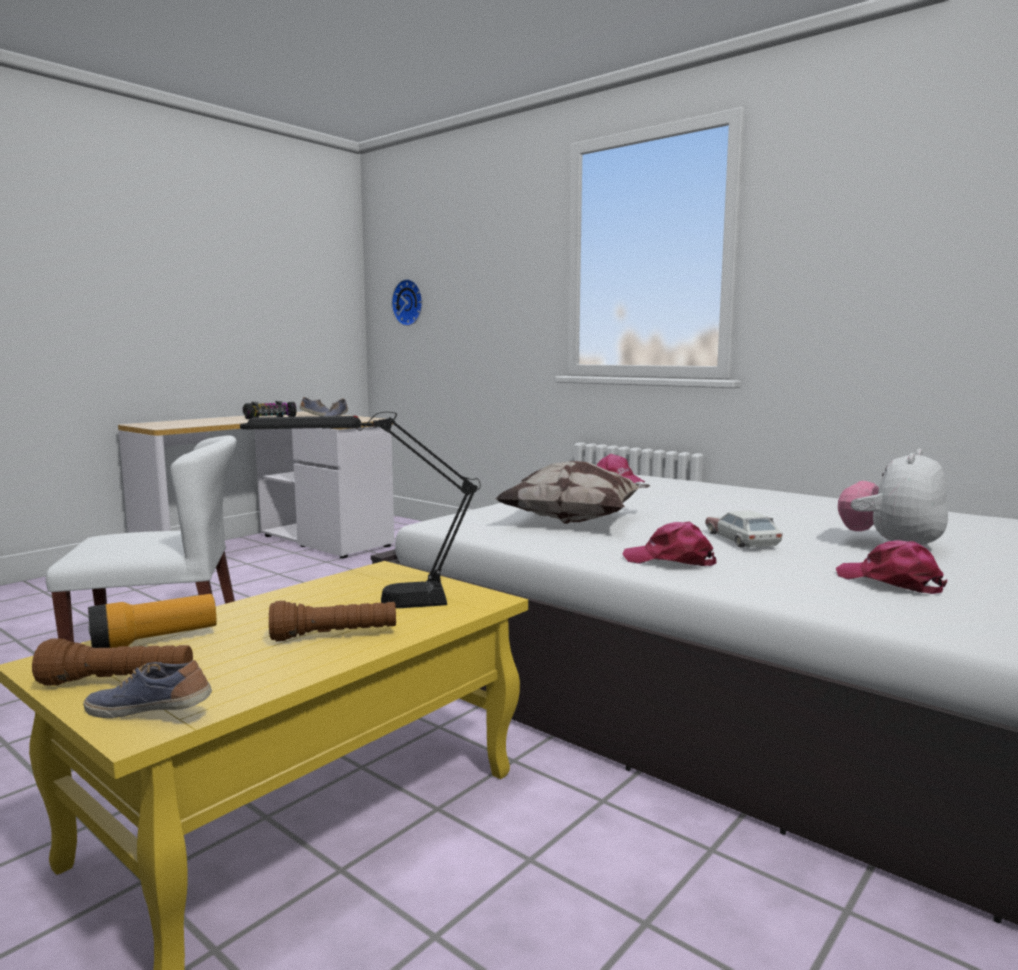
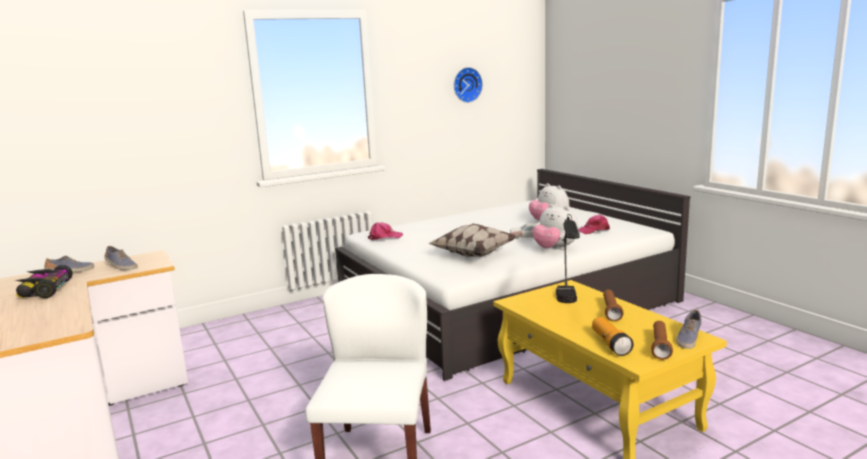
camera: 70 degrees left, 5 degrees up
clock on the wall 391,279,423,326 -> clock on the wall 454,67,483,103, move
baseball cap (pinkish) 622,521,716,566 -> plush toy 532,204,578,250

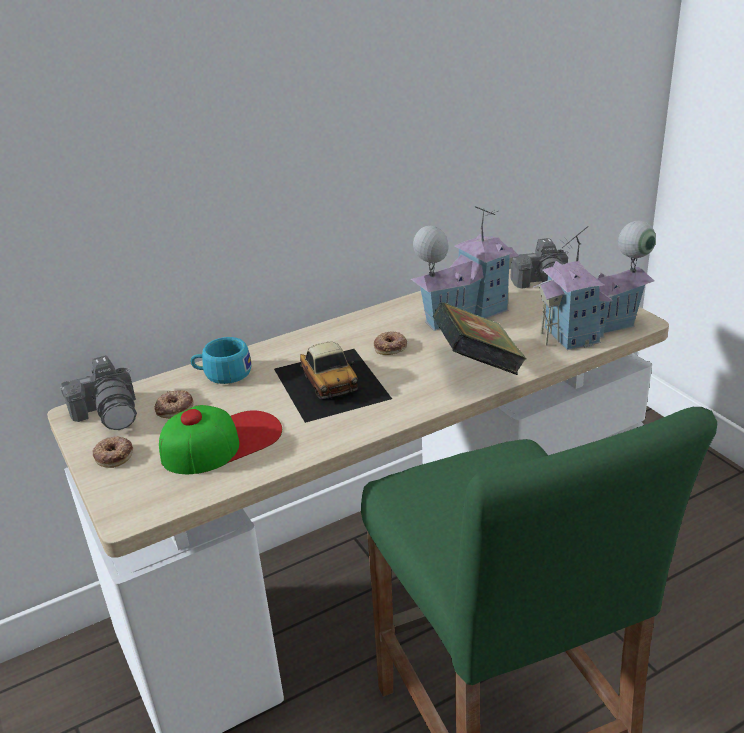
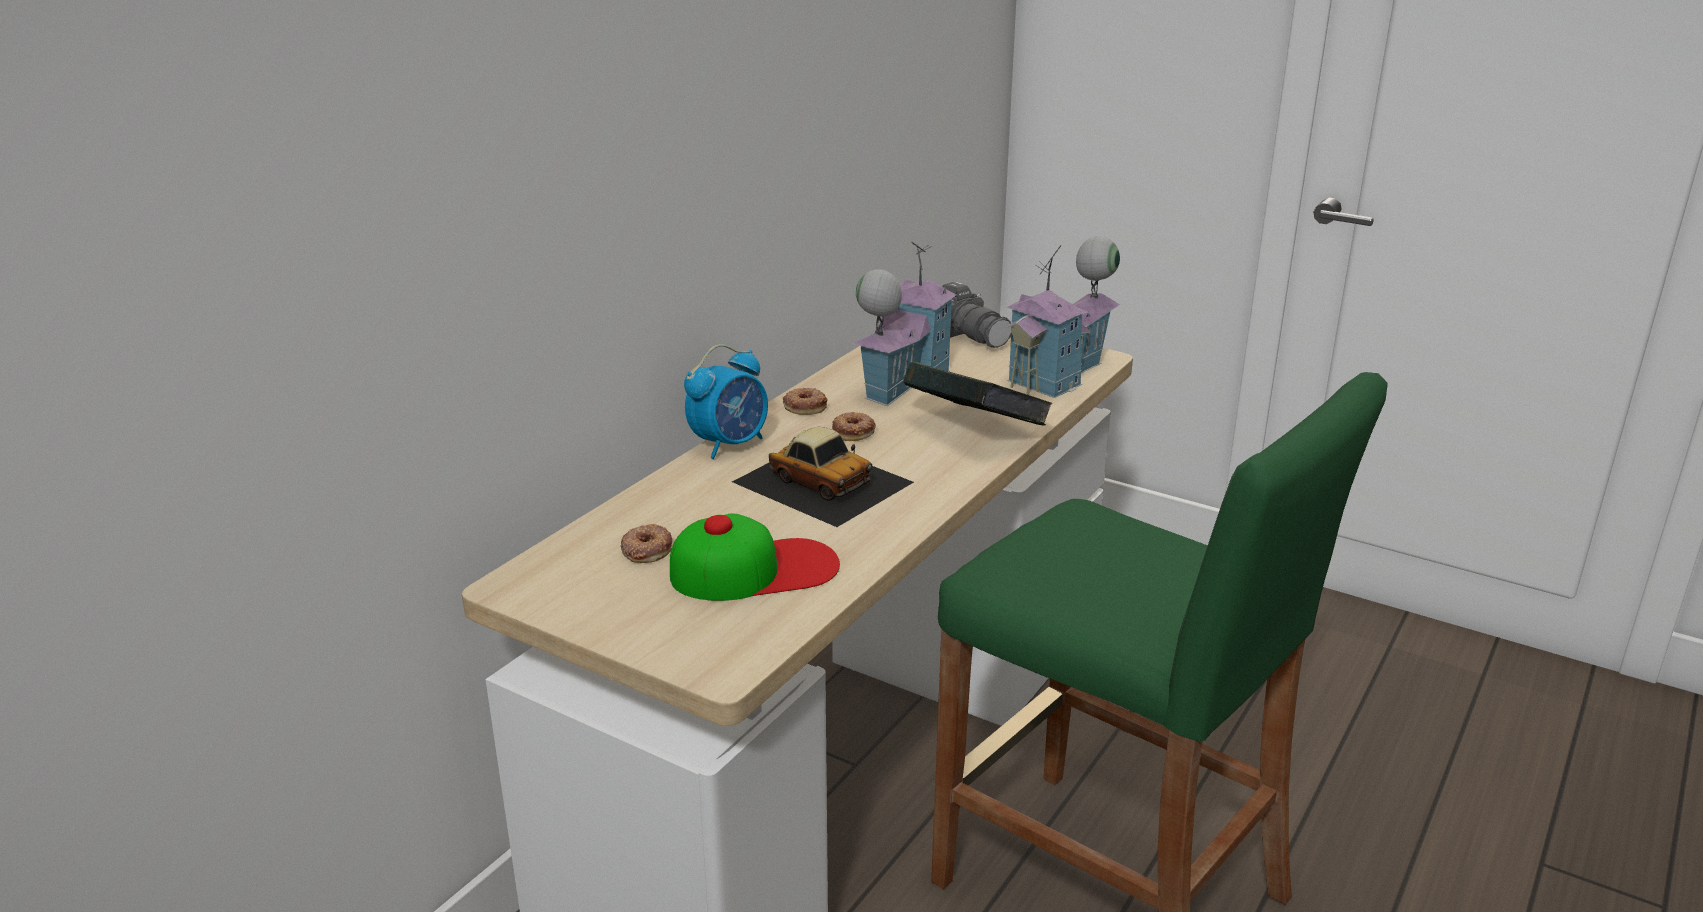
camera: 30 degrees left, 5 degrees down
baseball cap 159,405,282,474 -> baseball cap 670,513,840,601, 45 degrees clockwise
none -> table clock 684,344,768,459
donut 93,436,133,468 -> donut 783,388,827,415, move
photo camera 60,356,137,430 -> none
small cup (turquoise-coloured) 191,337,252,384 -> none

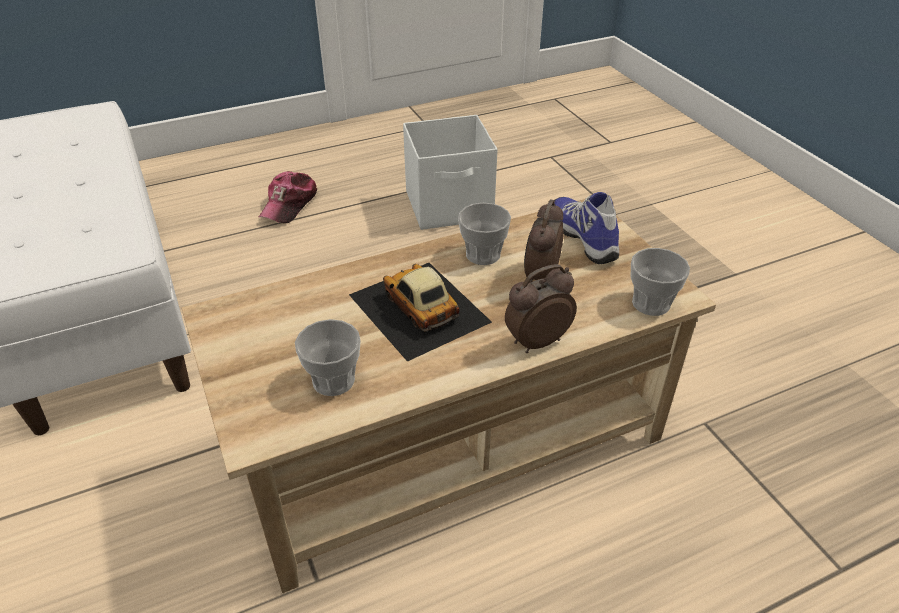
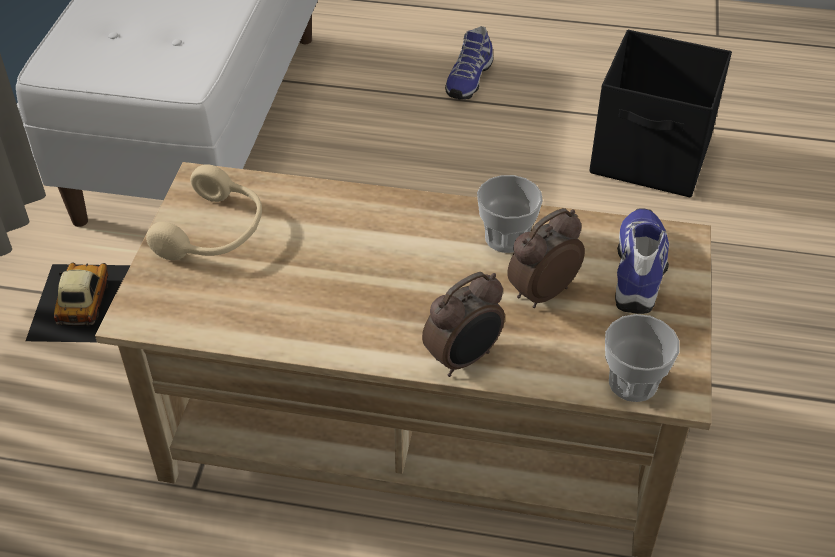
camera: 35 degrees right, 5 degrees up
toy car 349,263,492,362 -> toy car 25,263,130,342, move
none -> headset (beige-coloured) 146,164,262,260
table clock 505,264,577,353 -> table clock 422,272,505,377, 135 degrees clockwise
baseball cap 259,171,317,223 -> low shoe 445,26,493,100
storage container (whitish) 403,115,498,230 -> storage container (blackish) 590,30,732,197
small cup 295,319,361,396 -> none

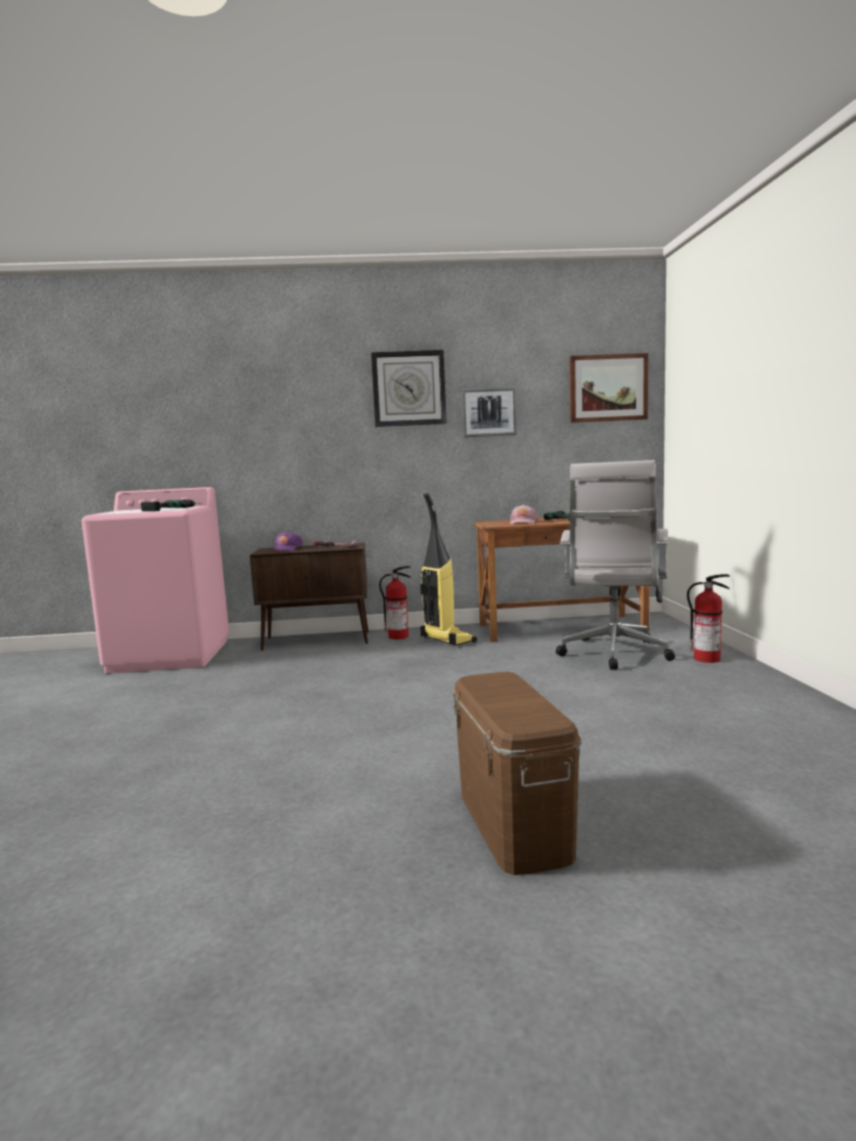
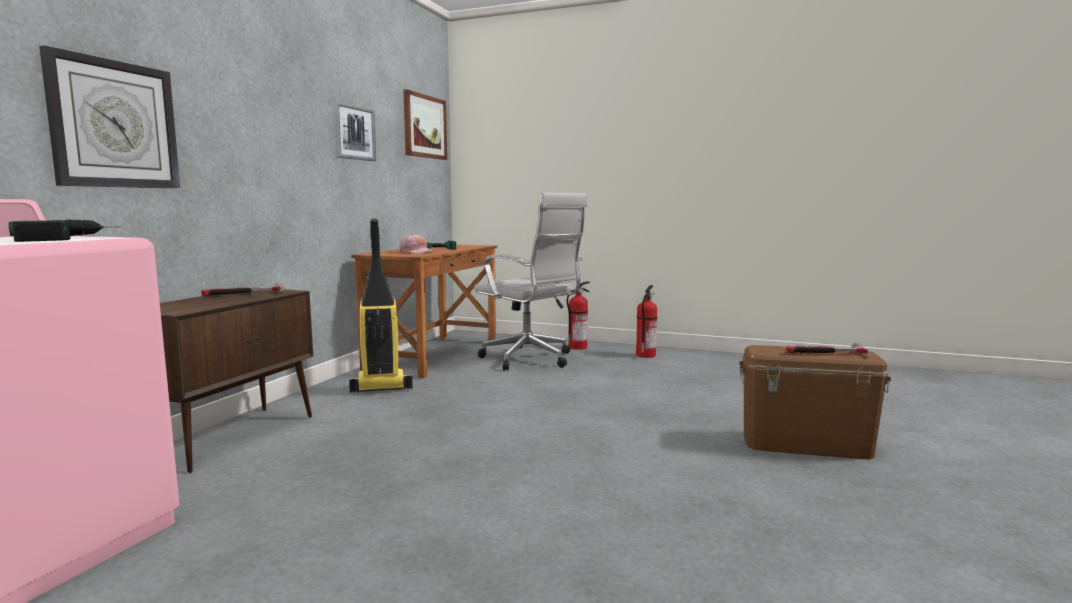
camera: 65 degrees left, 0 degrees up
clock on the wall 371,350,447,427 -> clock on the wall 39,45,180,189, move
fire-fighting cylinder 379,566,411,639 -> fire-fighting cylinder 636,285,657,358, move
none -> hand hammer 786,342,872,356
baseball cap (purple) 271,531,303,551 -> none

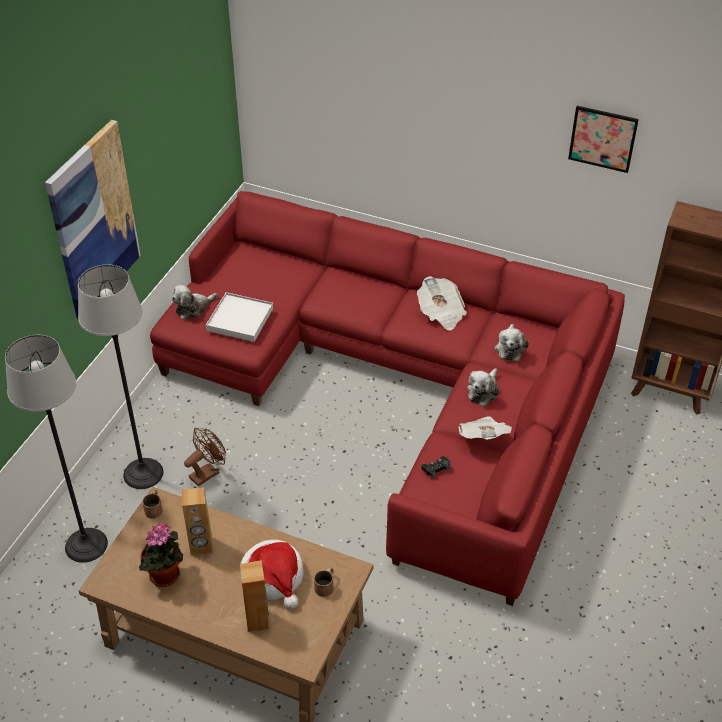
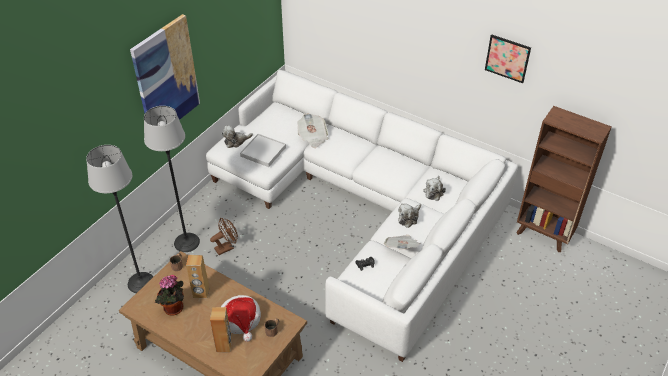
camera: 10 degrees right, 0 degrees up
couch (red-coloured) 150,191,625,606 -> couch (whitish) 206,70,518,362
daily paper 417,276,467,331 -> daily paper 297,113,329,148, move

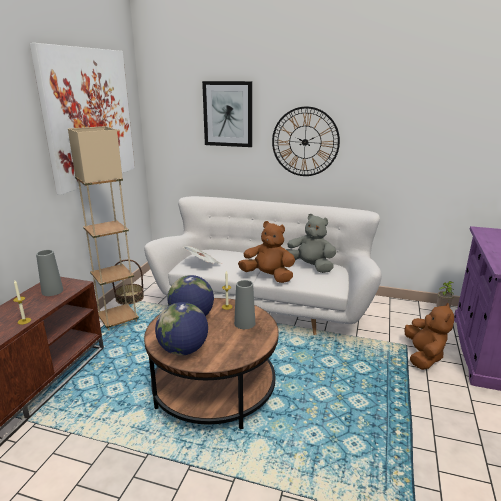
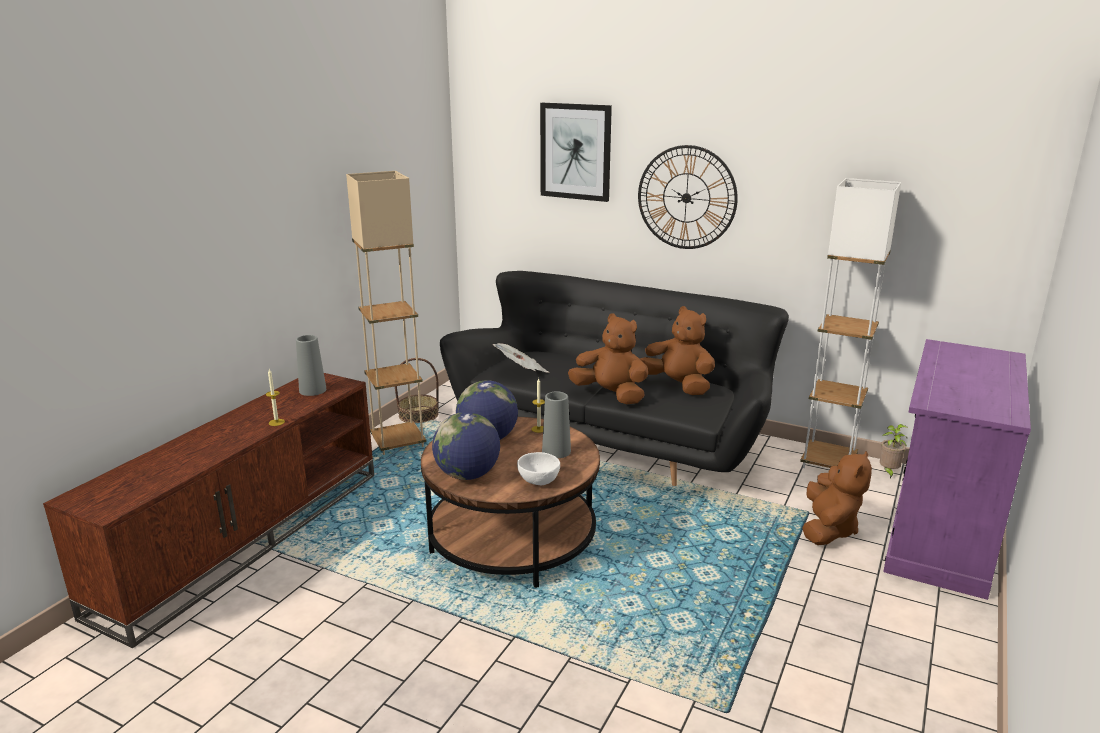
camera: 10 degrees right, 0 degrees up
couch (whitish) 144,196,382,335 -> couch (blackish) 440,271,789,486
none -> bowl (whitish) 517,452,560,485
plush toy (gray) 286,214,336,273 -> plush toy (brownish) 639,306,715,395
none -> floor lamp (whitish) 800,178,901,468
wall picture 30,43,135,195 -> none

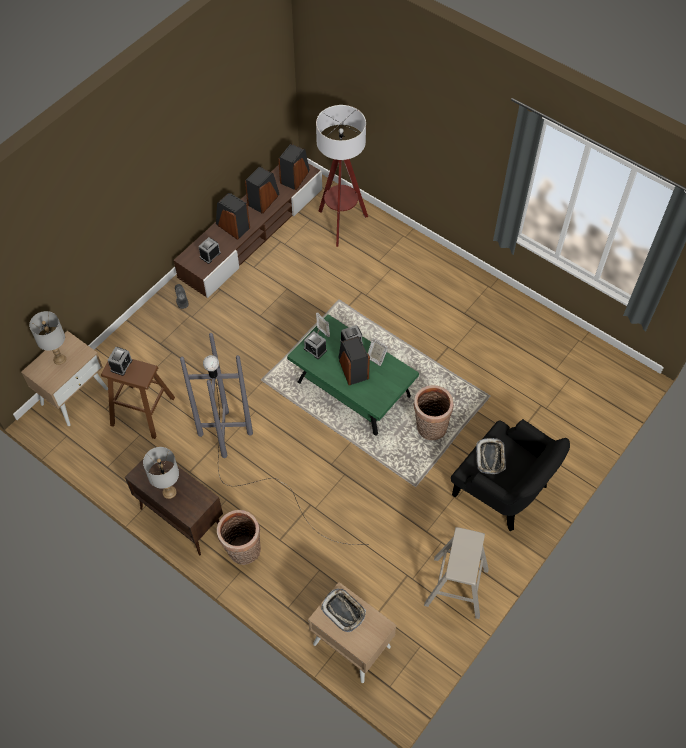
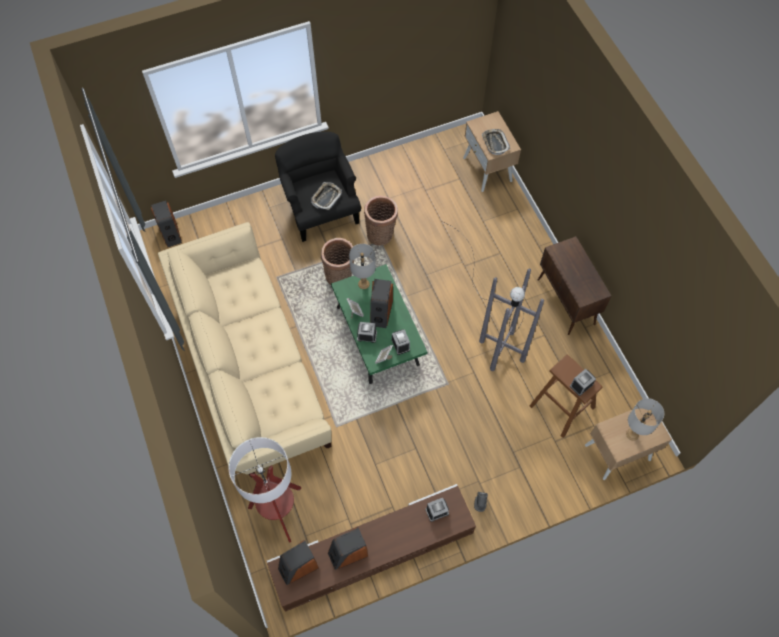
camera: 150 degrees left, 5 degrees up
speaker 216,193,250,240 -> speaker 151,200,182,247, move
none -> couch (beige-coloured) 158,222,332,478
table lamp (gray) 143,447,179,499 -> table lamp (gray) 349,244,376,289, move
basket 217,510,261,565 -> basket 364,195,398,246, move
stool seat (beige-coloured) 424,527,489,619 -> none

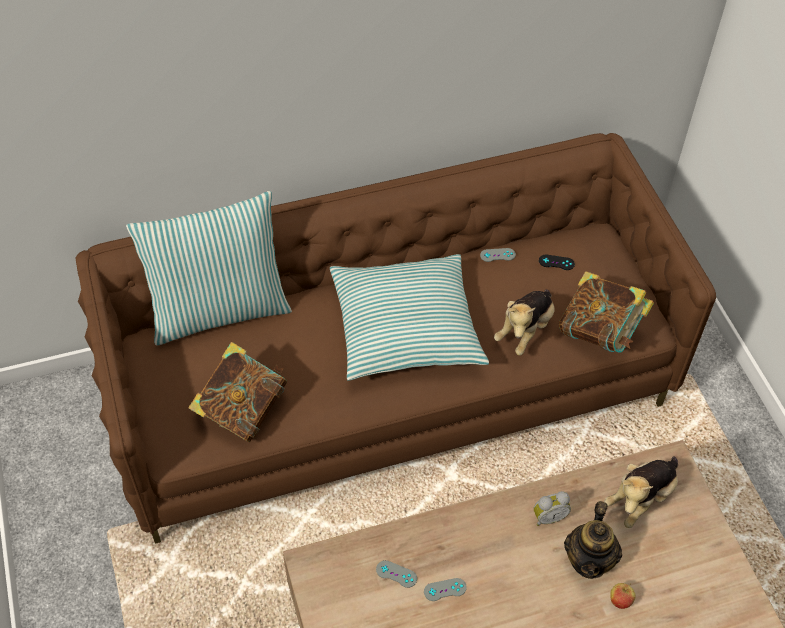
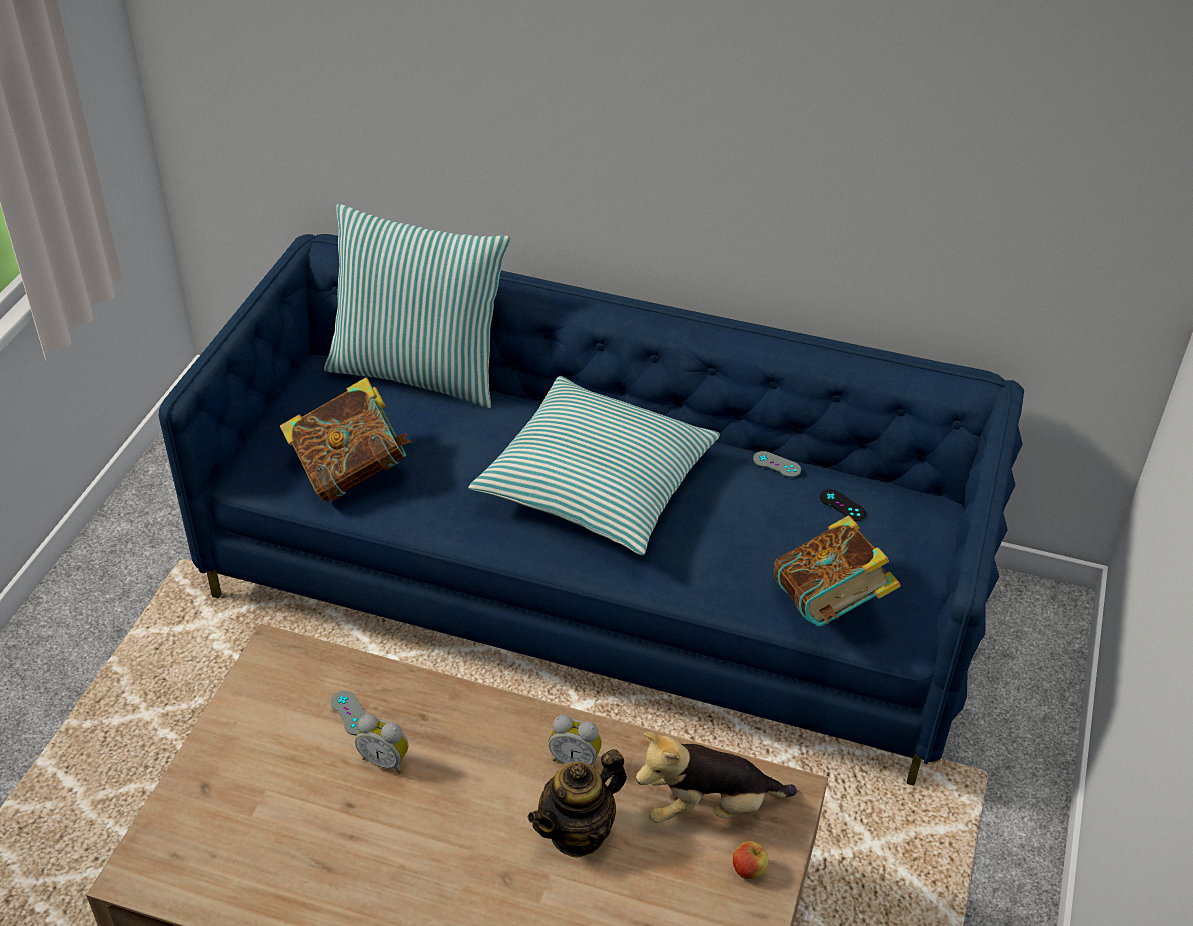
camera: 35 degrees right, 10 degrees down
couch (brownish) 75,133,716,544 -> couch (blue) 158,234,1024,786
joypad (gray) 424,578,467,601 -> table clock 355,714,409,774
apple fruit 610,583,636,609 -> apple fruit 733,841,769,879, move
plush toy 494,289,555,356 -> none

